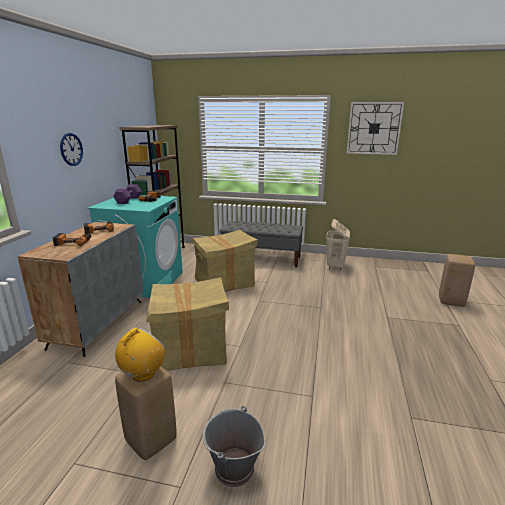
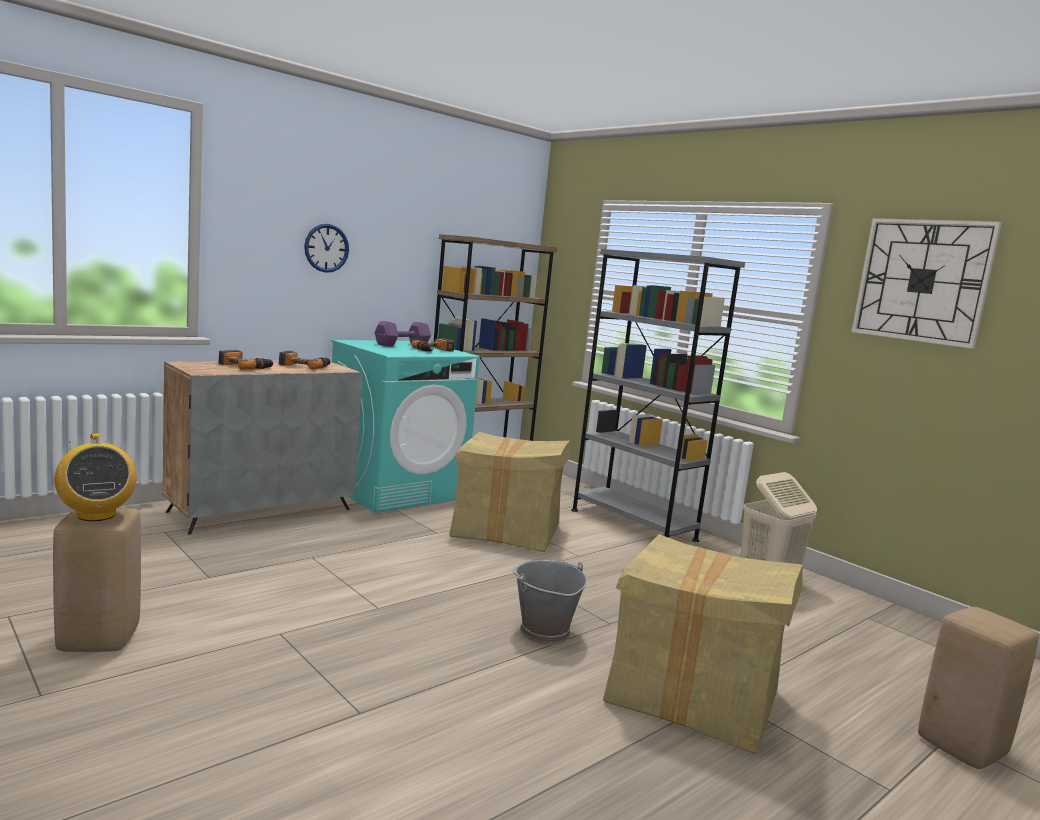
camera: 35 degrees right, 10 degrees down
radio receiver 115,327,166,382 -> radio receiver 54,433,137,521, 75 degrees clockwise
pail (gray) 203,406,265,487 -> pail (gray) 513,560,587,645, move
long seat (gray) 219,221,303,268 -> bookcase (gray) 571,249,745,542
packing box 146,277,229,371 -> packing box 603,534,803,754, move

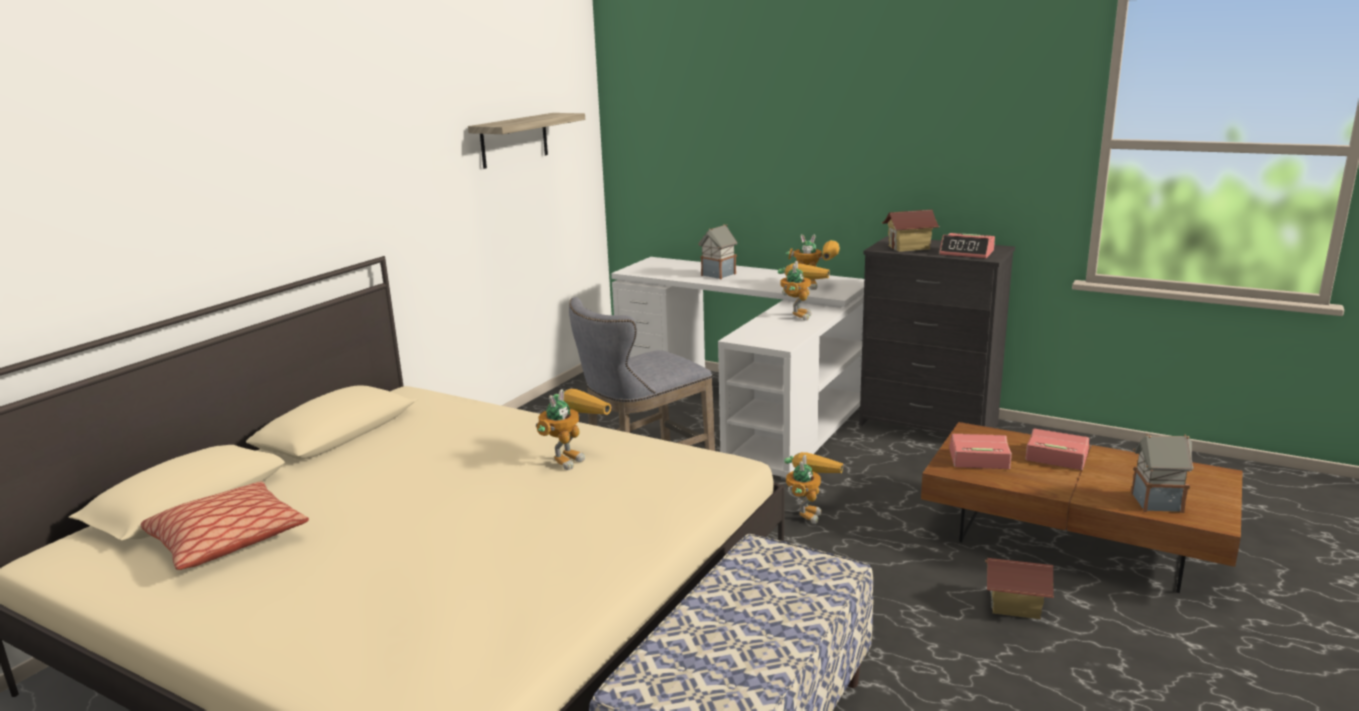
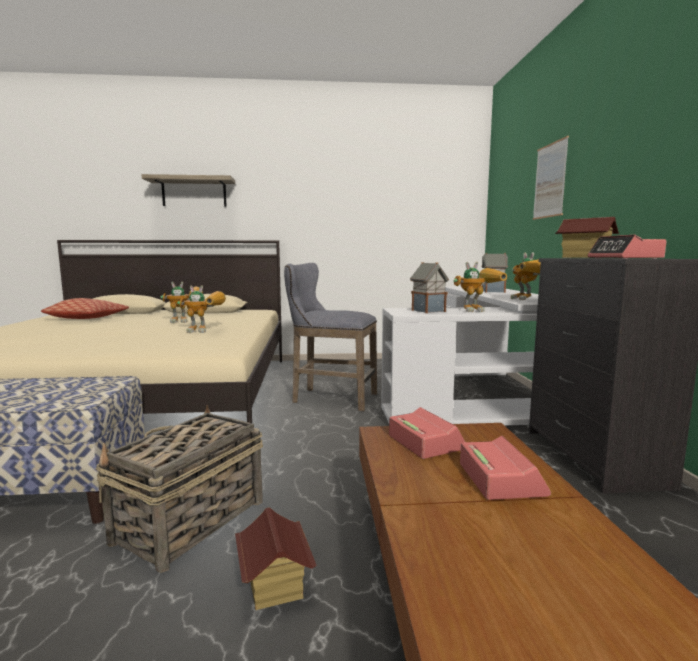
camera: 55 degrees right, 10 degrees down
none -> basket 96,405,263,573
wall shelf 468,113,585,169 -> wall shelf 141,174,235,207, move
model robot 784,452,843,524 -> model robot 160,282,203,323, move
model house 1131,434,1194,513 -> model house 410,262,449,313, move
none -> wall picture 533,136,569,220

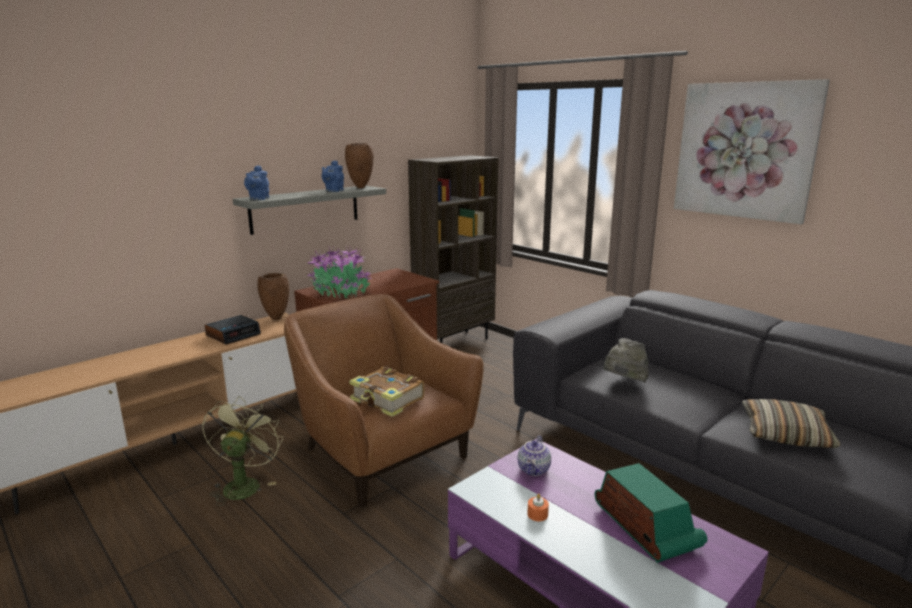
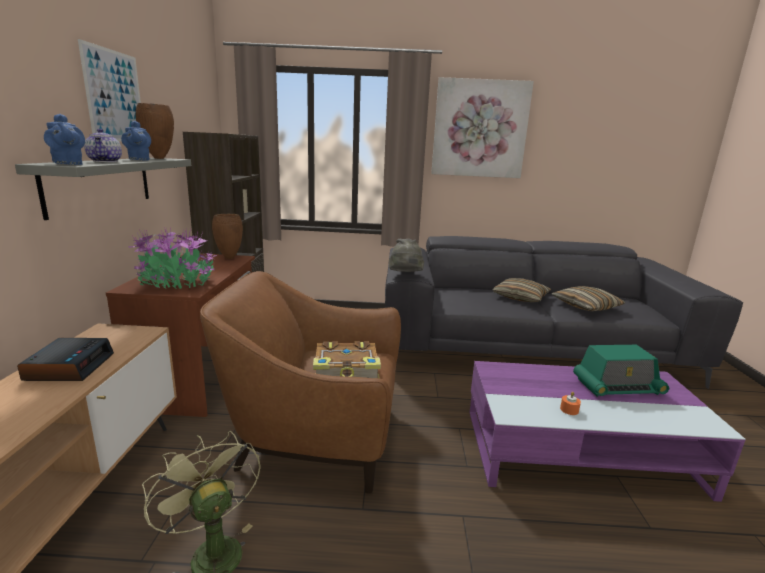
camera: 45 degrees left, 0 degrees up
none -> wall picture 78,39,141,142
pot for tea 518,435,551,476 -> pot for tea 84,129,122,162, move
vase (brownish) 258,273,289,320 -> vase (brownish) 212,214,243,259, move
clothing hat (gray) 604,338,649,383 -> clothing hat (gray) 389,239,424,272, move
none -> cushion 493,278,552,302
radio receiver 595,463,707,563 -> radio receiver 573,345,669,397, 150 degrees clockwise

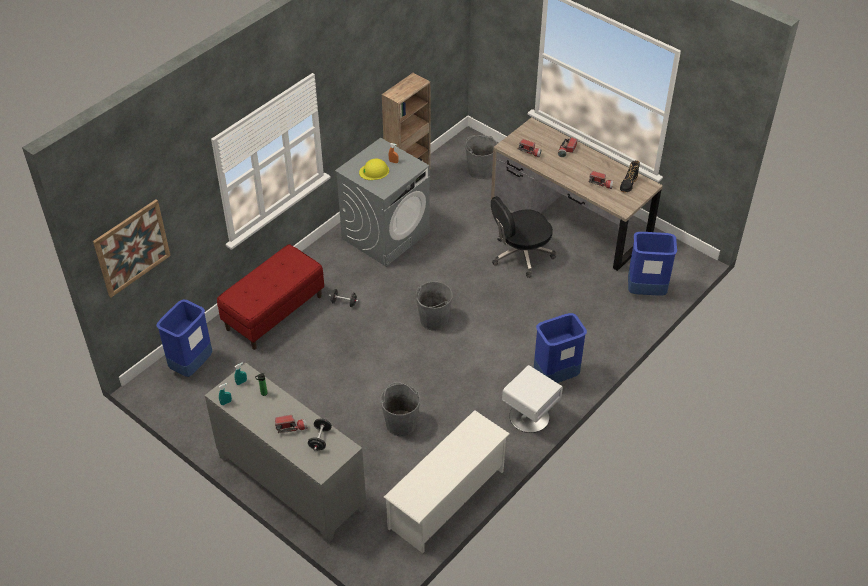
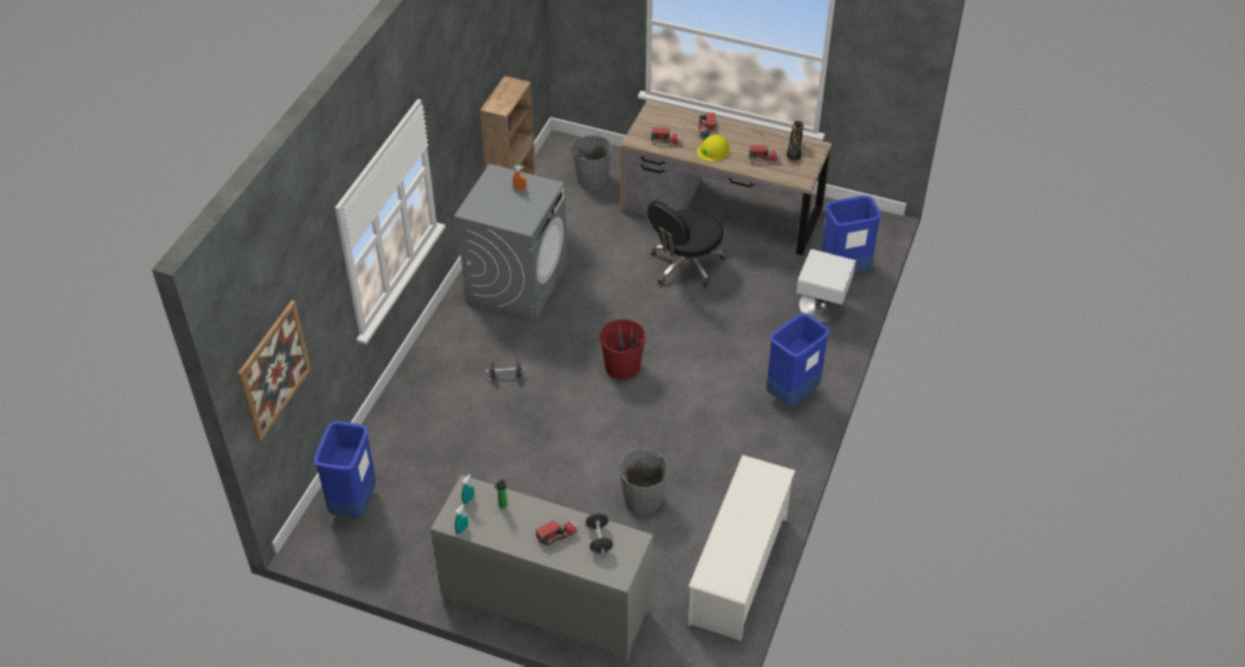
camera: 20 degrees left, 0 degrees up
pail (gray) 416,281,452,330 -> pail (red-coloured) 600,319,645,380
hard hat (yellow) 359,159,389,180 -> hard hat (yellow) 697,135,730,162, move
night table (whitish) 502,365,563,433 -> night table (whitish) 796,249,856,322, move
long seat (red-coloured) 217,244,324,350 -> none

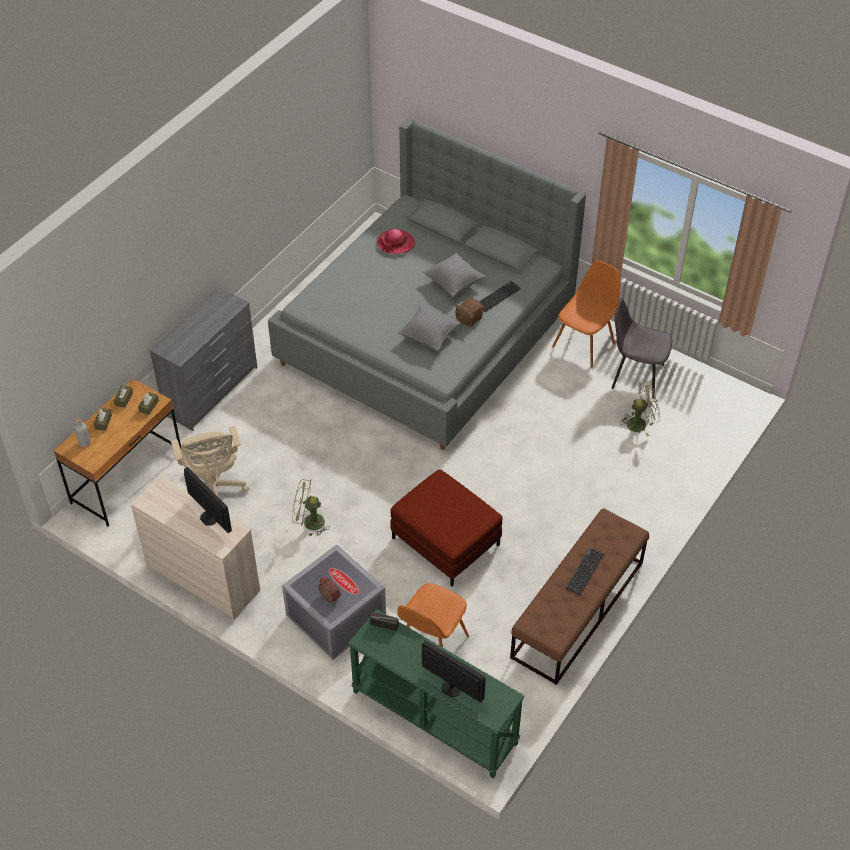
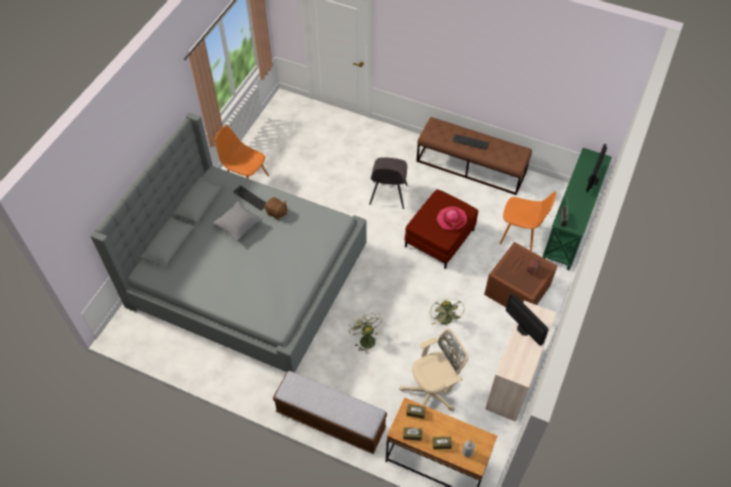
camera: 100 degrees left, 5 degrees up
drawer chest (gray) 150,287,258,431 -> long seat 273,371,387,454
fan (greenish) 620,381,661,436 -> fan (greenish) 348,312,382,354, move
chair (gray) 612,298,673,399 -> chair (gray) 369,157,408,209, move
clothing hat 377,229,415,254 -> clothing hat 437,206,467,230, move
storage container (gray) 282,544,386,659 -> storage container (brownish) 484,242,557,307
monitor 184,467,232,533 -> monitor 506,293,549,346, 75 degrees counterclockwise
cushion (gray) 398,305,461,351 -> none

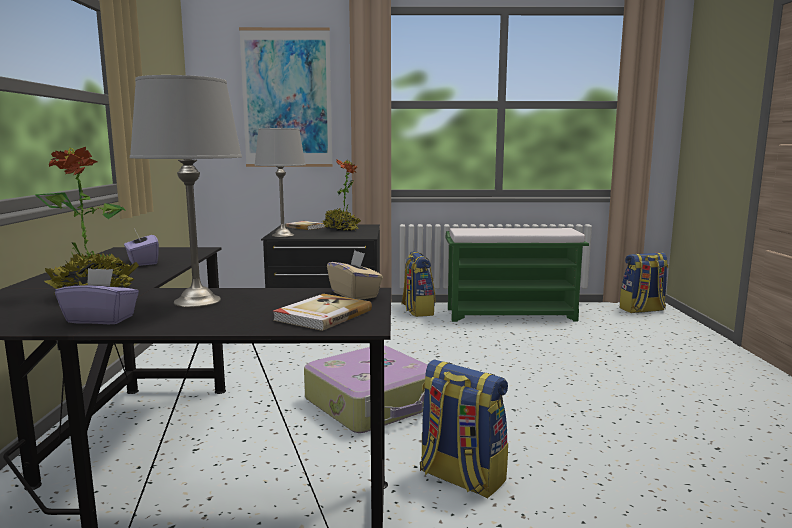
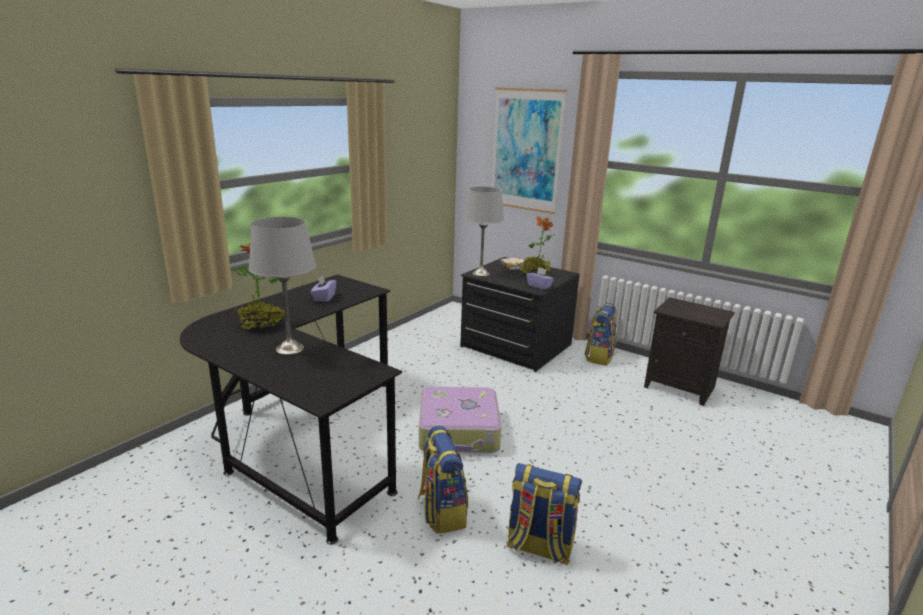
camera: 35 degrees right, 10 degrees up
backpack 620,253,669,313 -> backpack 506,463,582,565, move
tissue box (purple) 55,268,139,324 -> tissue box (purple) 526,267,554,290, move
long seat (greenish) 445,228,589,322 -> night table (blackish) 644,297,735,406
book 273,294,372,331 -> none
tissue box (beige-coloured) 327,250,383,300 -> none

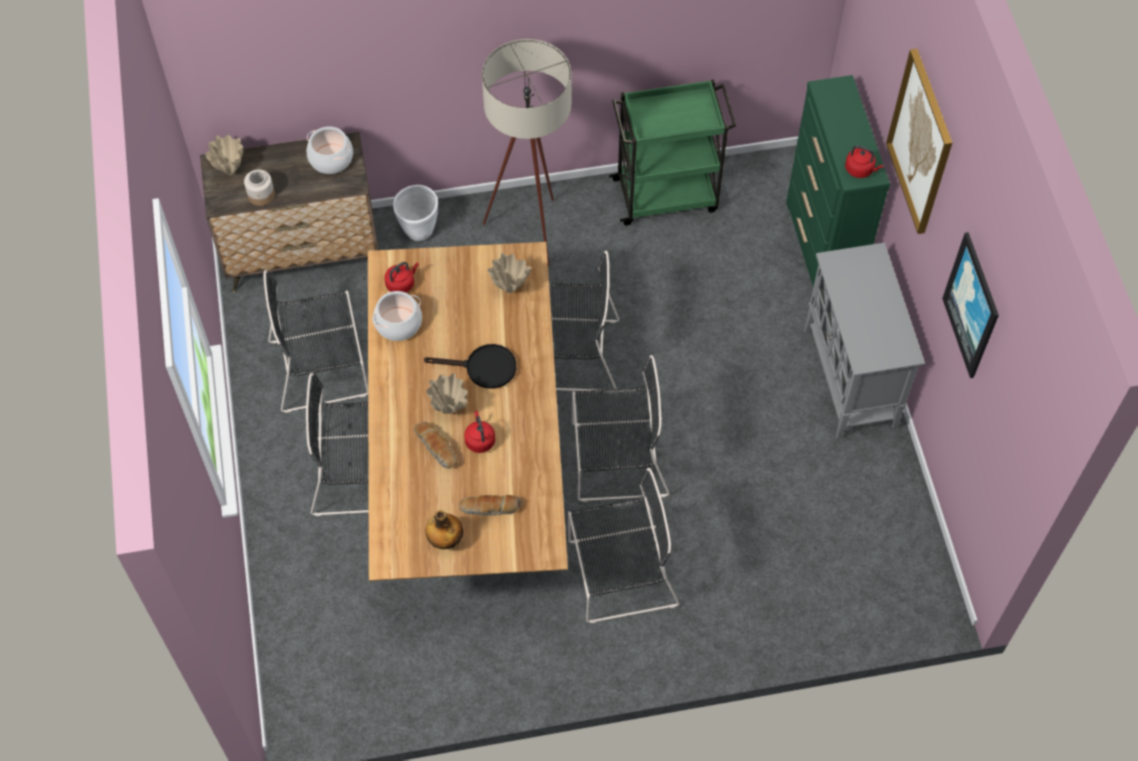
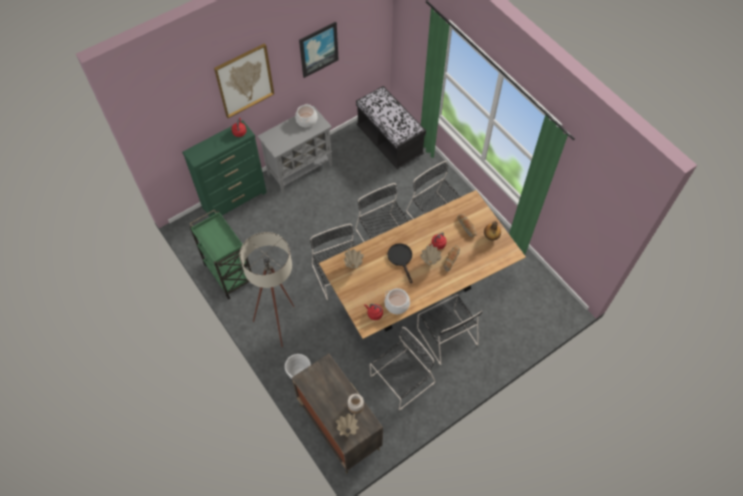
camera: 115 degrees left, 0 degrees up
cooking pot 307,126,353,174 -> cooking pot 295,104,317,127, move
none -> long seat (blackish) 356,86,426,169
chair (blackish) 264,270,368,413 -> chair (blackish) 370,327,436,410, 90 degrees counterclockwise

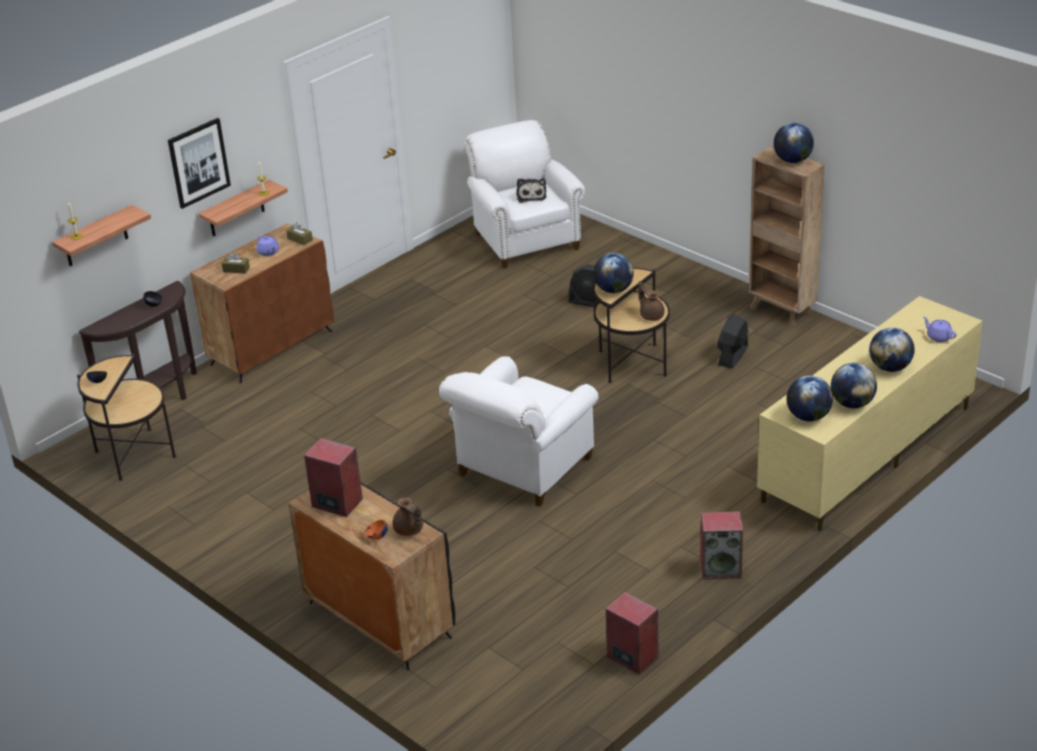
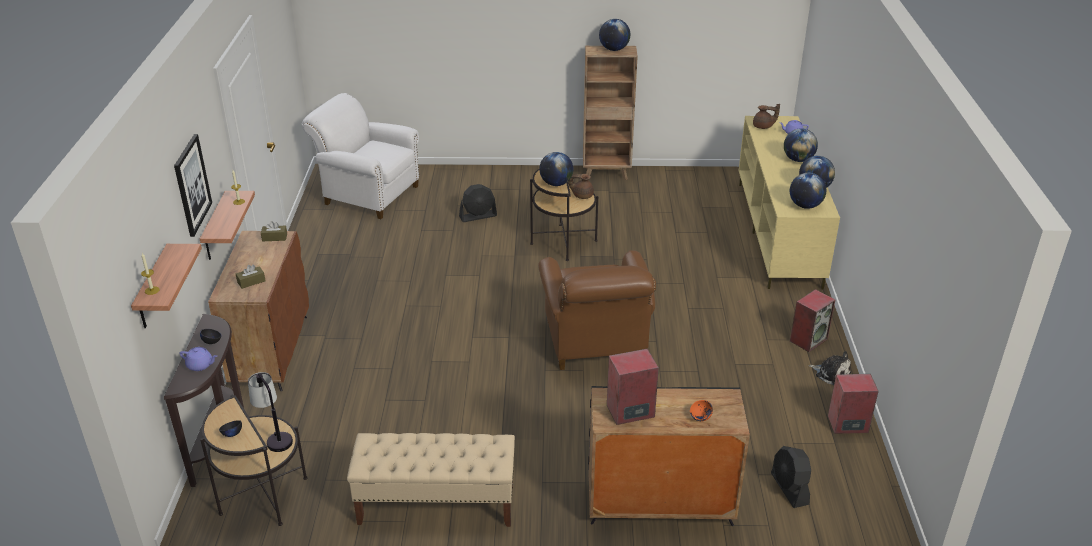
camera: 45 degrees left, 0 degrees up
pot for tea (purple) 256,235,279,256 -> pot for tea (purple) 179,347,217,371, move
none -> table lamp 248,372,293,452
none -> long seat (beige-coloured) 347,433,515,527
armchair (whitish) 439,356,599,507 -> armchair (brownish) 538,250,656,370
pot for tea (brownish) 393,498,423,536 -> pot for tea (brownish) 753,104,780,129, move
fan (blackish) 717,314,748,368 -> fan (blackish) 771,446,811,508, move
plush toy 516,178,547,203 -> plush toy 809,351,851,385, move

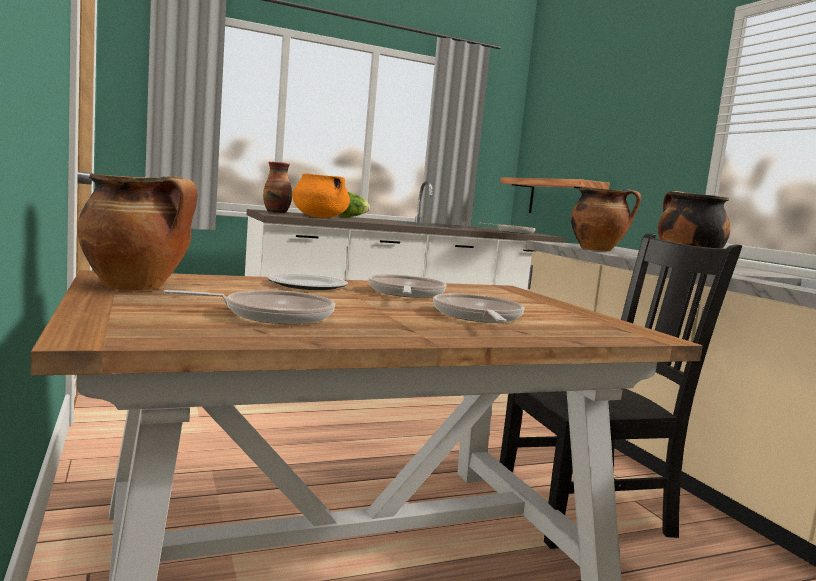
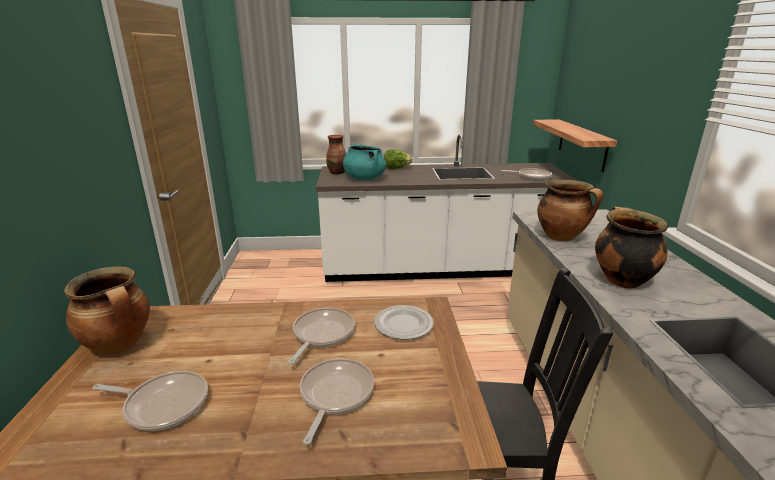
camera: 20 degrees right, 15 degrees up
cooking pot (orange-coloured) 292,173,350,218 -> cooking pot (turquoise-coloured) 343,143,386,180
plate 268,274,348,290 -> plate 374,305,434,339, move

